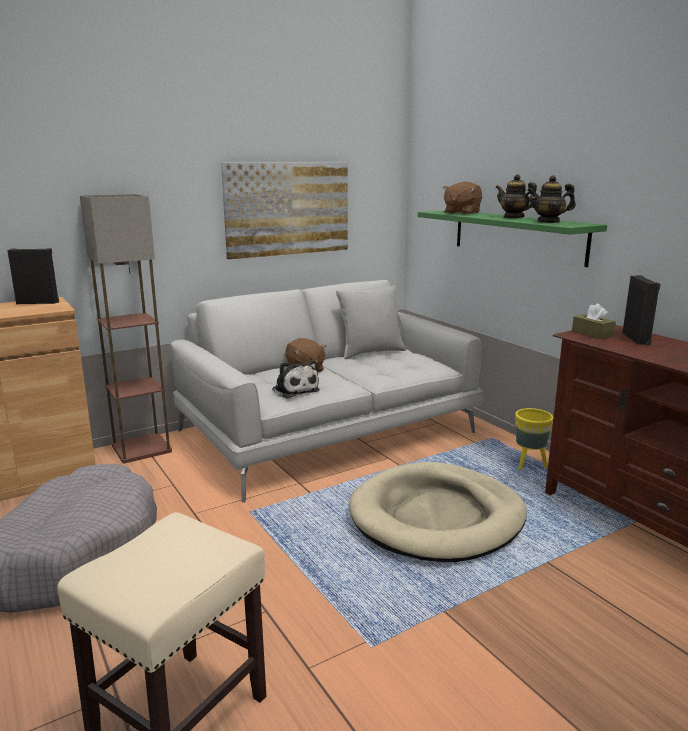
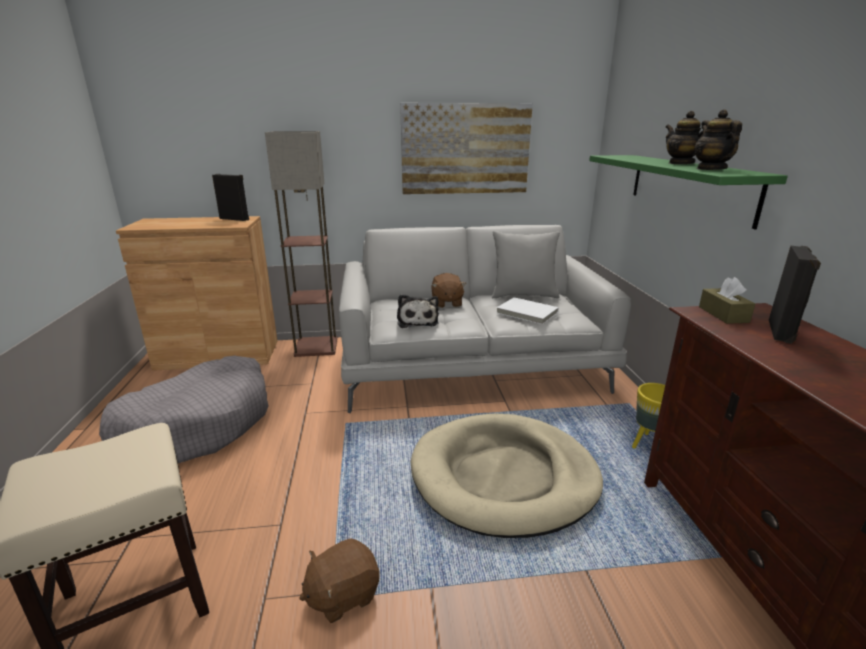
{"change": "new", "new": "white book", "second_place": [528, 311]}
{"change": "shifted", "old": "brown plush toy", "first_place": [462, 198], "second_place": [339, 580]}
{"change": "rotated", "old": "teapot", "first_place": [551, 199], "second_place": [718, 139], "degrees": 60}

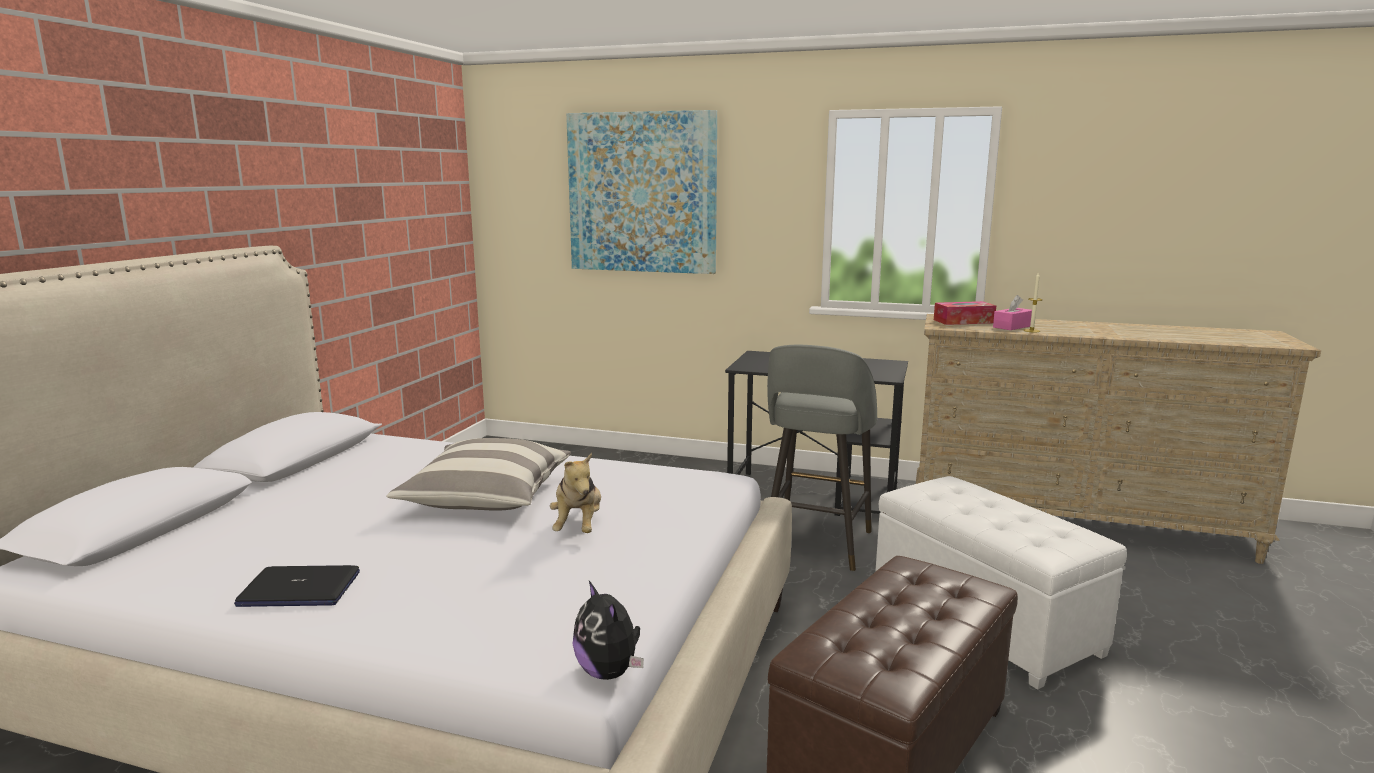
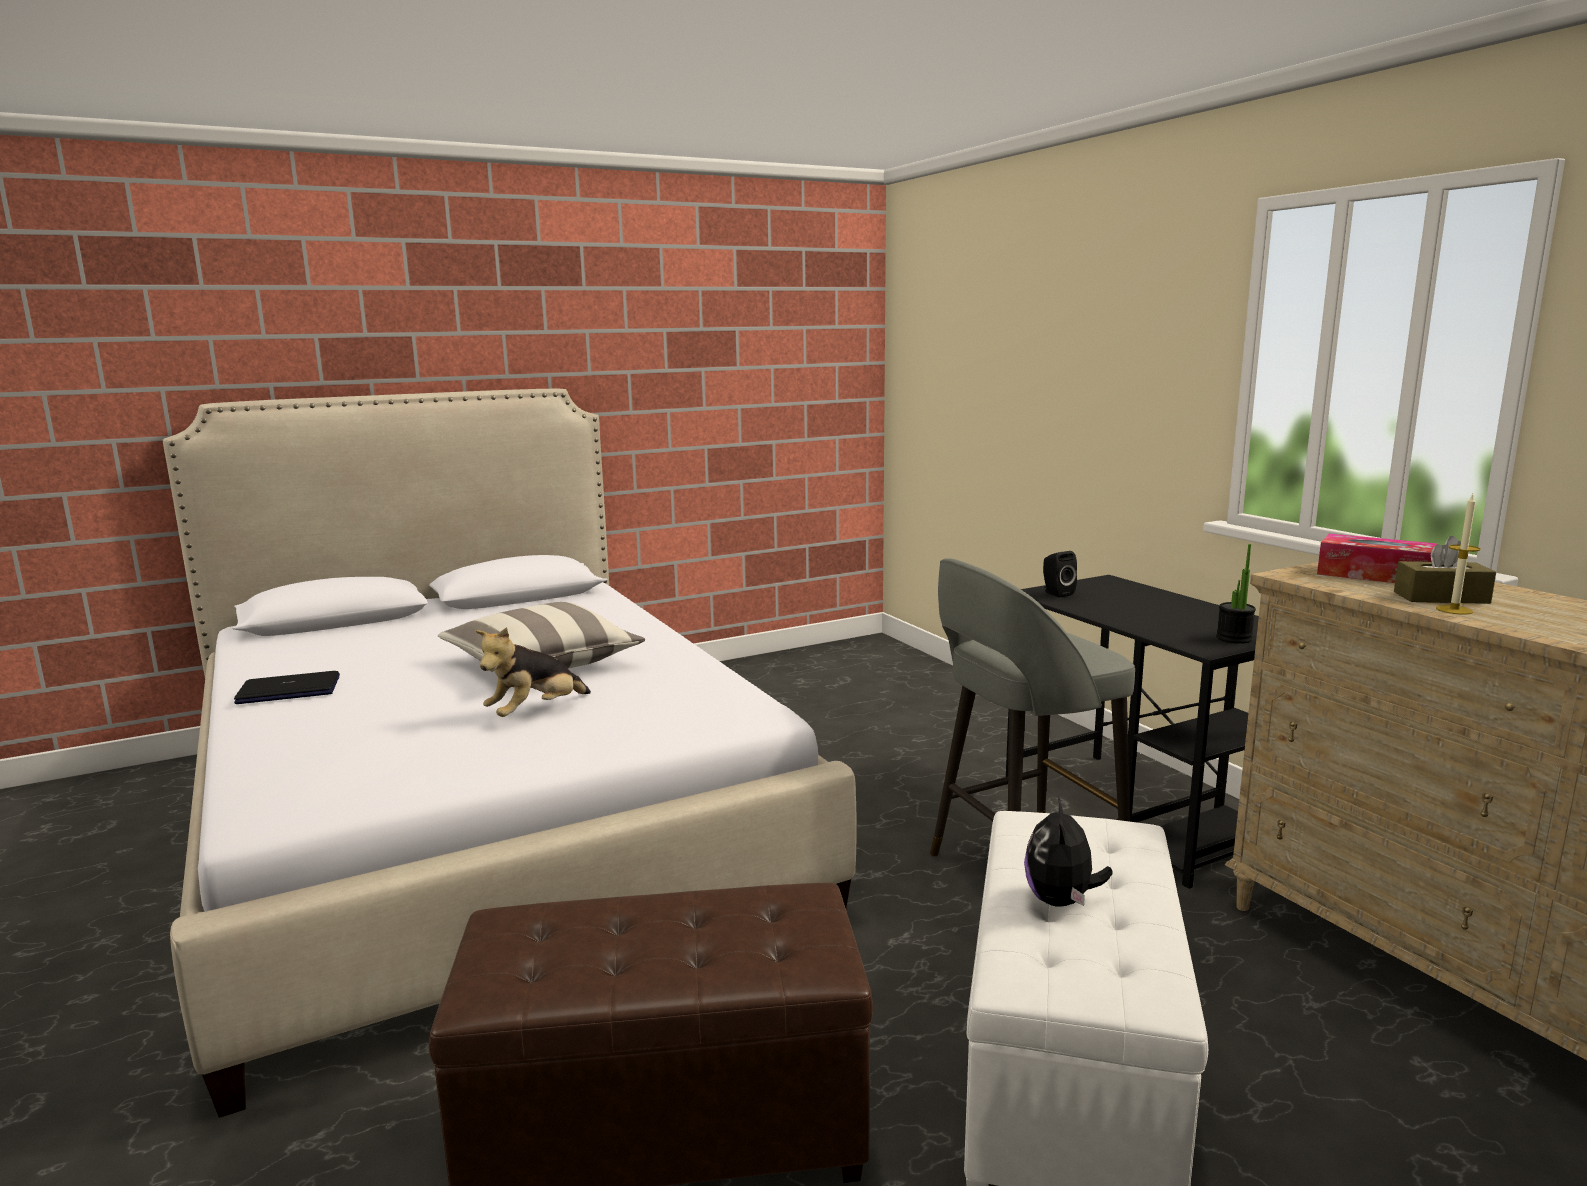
{"change": "gone", "old": "picture", "first_place": [641, 192]}
{"change": "new", "new": "black speaker", "second_place": [1060, 574]}
{"change": "new", "new": "potted plant", "second_place": [1236, 594]}
{"change": "shifted", "old": "plush toy", "first_place": [608, 630], "second_place": [1068, 852]}
{"change": "repainted", "old": "pink tissue box", "new": "brown tissue box", "first_place": [1012, 312], "second_place": [1445, 570]}
{"change": "rotated", "old": "laptop", "first_place": [297, 586], "second_place": [287, 687], "degrees": 120}

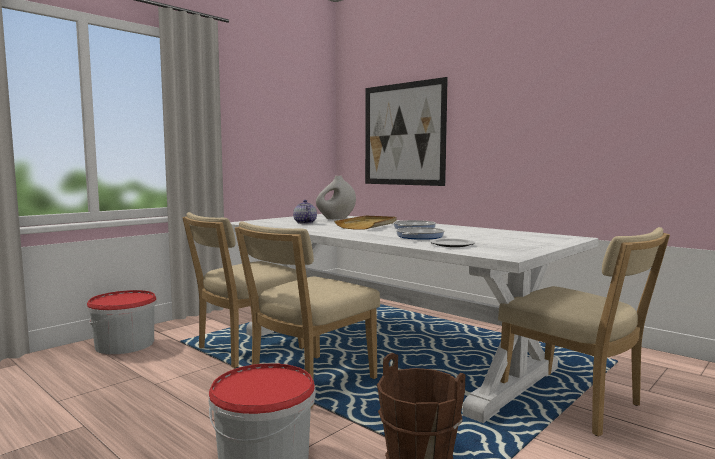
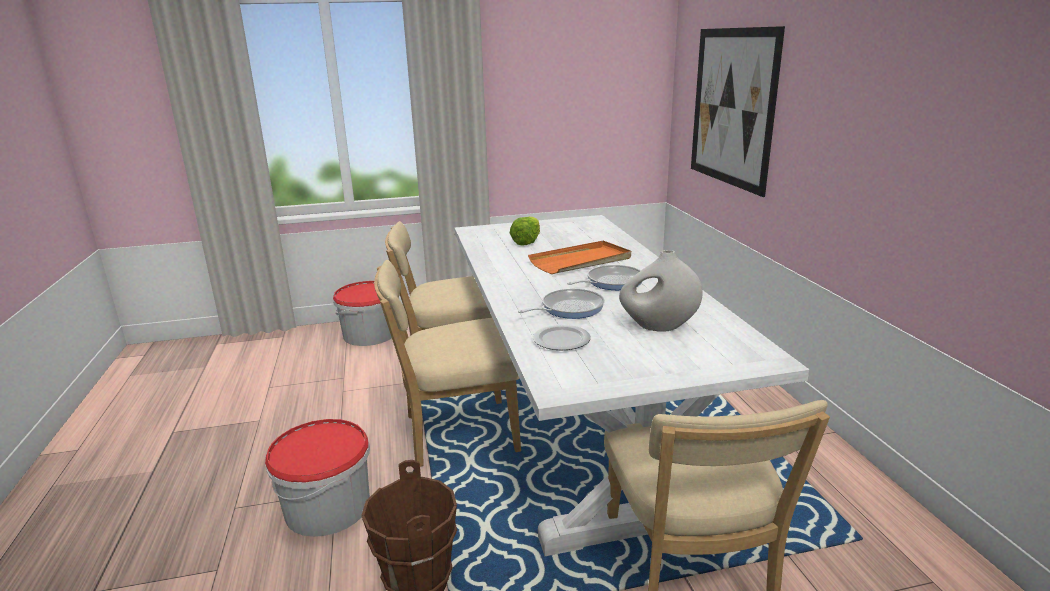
{"change": "shifted", "old": "white vase", "first_place": [336, 198], "second_place": [661, 291]}
{"change": "swapped", "old": "teapot", "new": "lettuce", "first_place": [305, 212], "second_place": [525, 231]}
{"change": "repainted", "old": "beige tray", "new": "orange tray", "first_place": [365, 222], "second_place": [579, 257]}

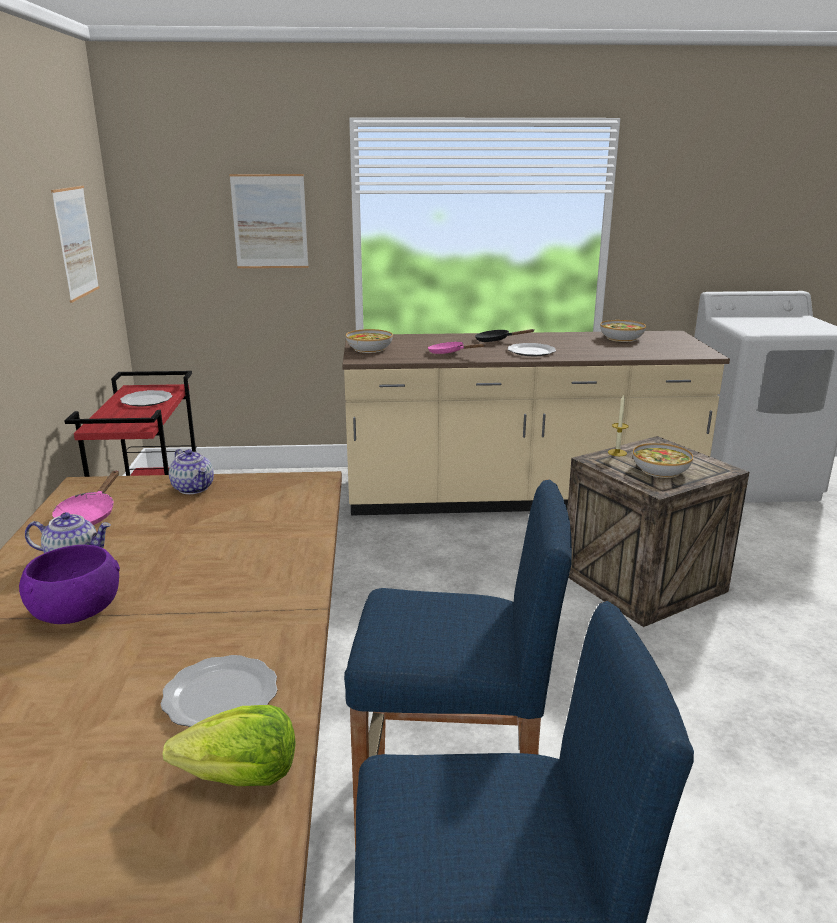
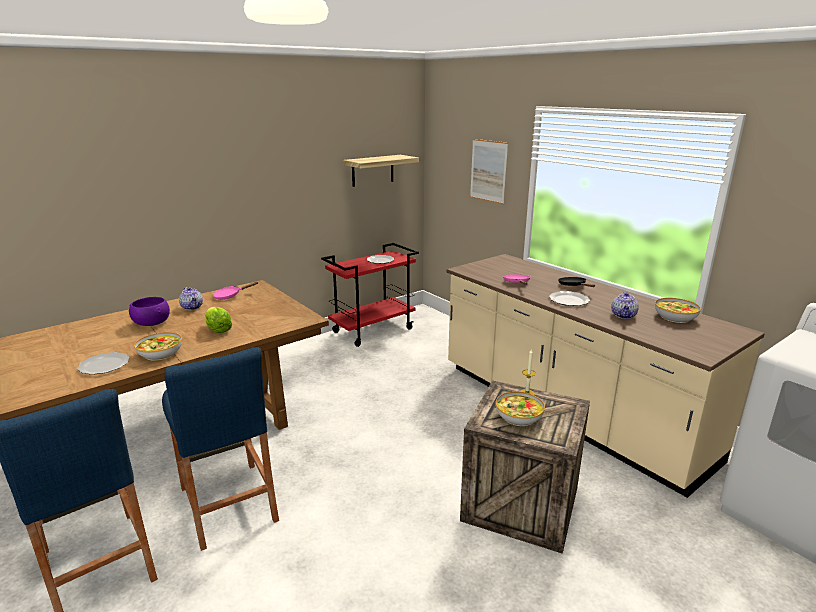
{"change": "shifted", "old": "lettuce", "first_place": [229, 745], "second_place": [218, 320]}
{"change": "shifted", "old": "teapot", "first_place": [191, 471], "second_place": [625, 305]}
{"change": "shifted", "old": "bowl", "first_place": [369, 341], "second_place": [158, 346]}
{"change": "swapped", "old": "picture", "new": "shelf", "first_place": [75, 244], "second_place": [381, 171]}

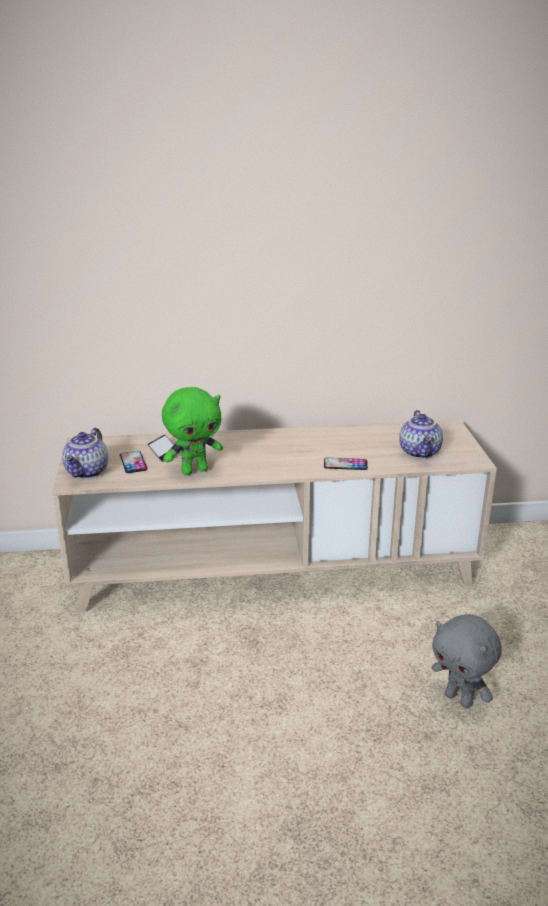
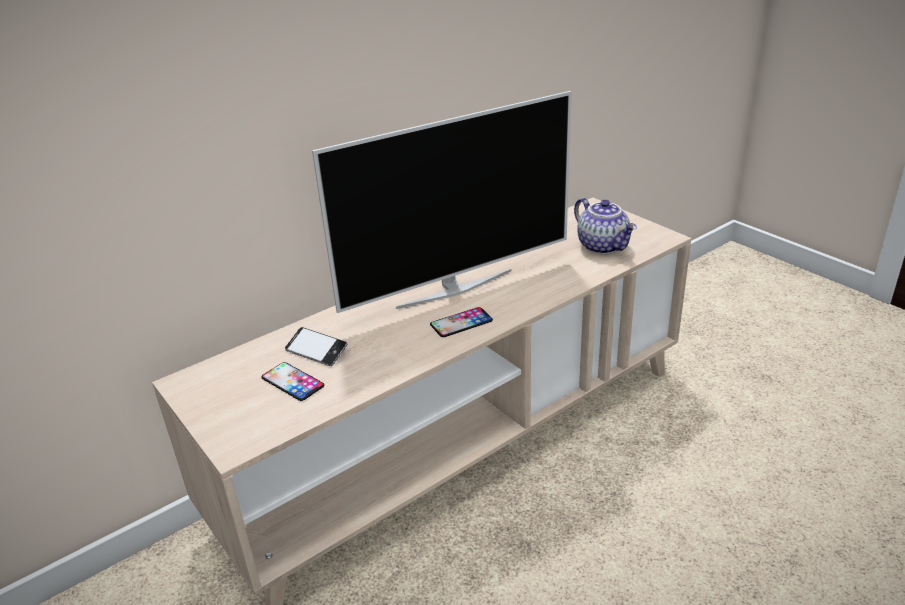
{"change": "gone", "old": "teapot", "first_place": [85, 453]}
{"change": "gone", "old": "green plush toy", "first_place": [192, 431]}
{"change": "gone", "old": "grey plush toy", "first_place": [467, 661]}
{"change": "new", "new": "television", "second_place": [442, 202]}
{"change": "shifted", "old": "phone", "first_place": [346, 464], "second_place": [461, 322]}

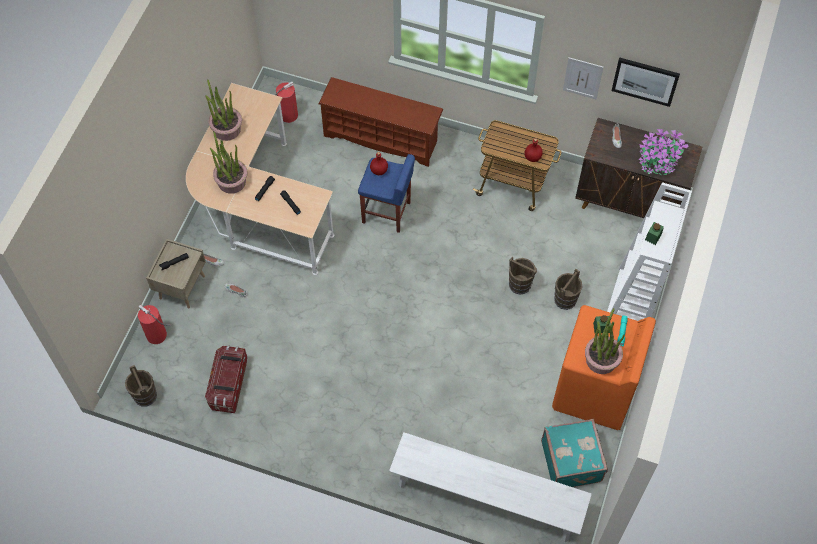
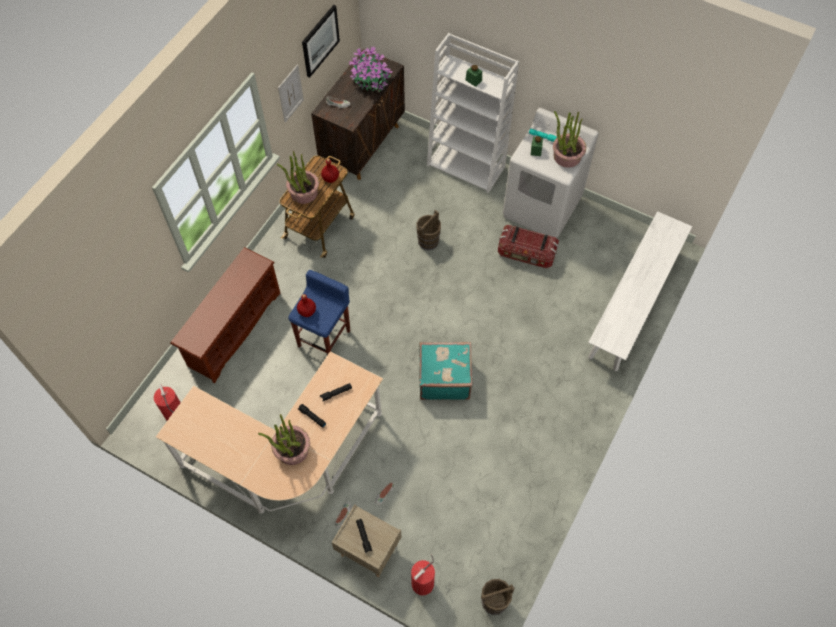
{"change": "gone", "old": "brown bucket", "first_place": [568, 289]}
{"change": "shifted", "old": "potted plant", "first_place": [223, 110], "second_place": [298, 177]}
{"change": "shifted", "old": "storage box", "first_place": [226, 379], "second_place": [528, 246]}
{"change": "shifted", "old": "turquoise suitcase", "first_place": [574, 453], "second_place": [446, 371]}
{"change": "repainted", "old": "orange washing machine", "new": "white washing machine", "first_place": [604, 367], "second_place": [551, 173]}

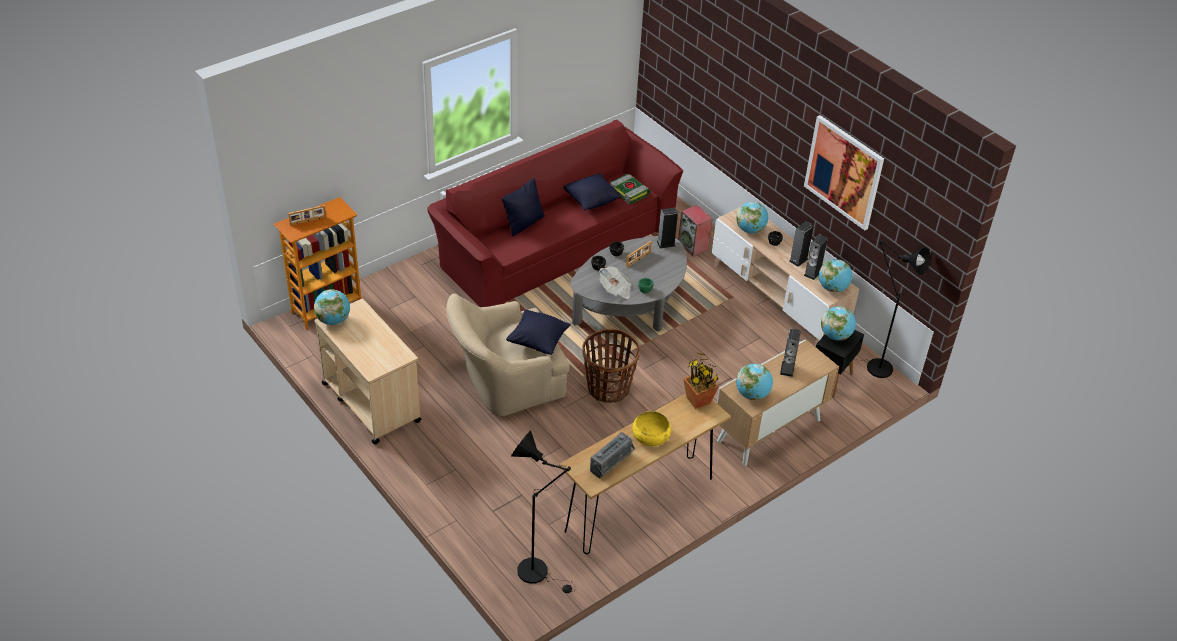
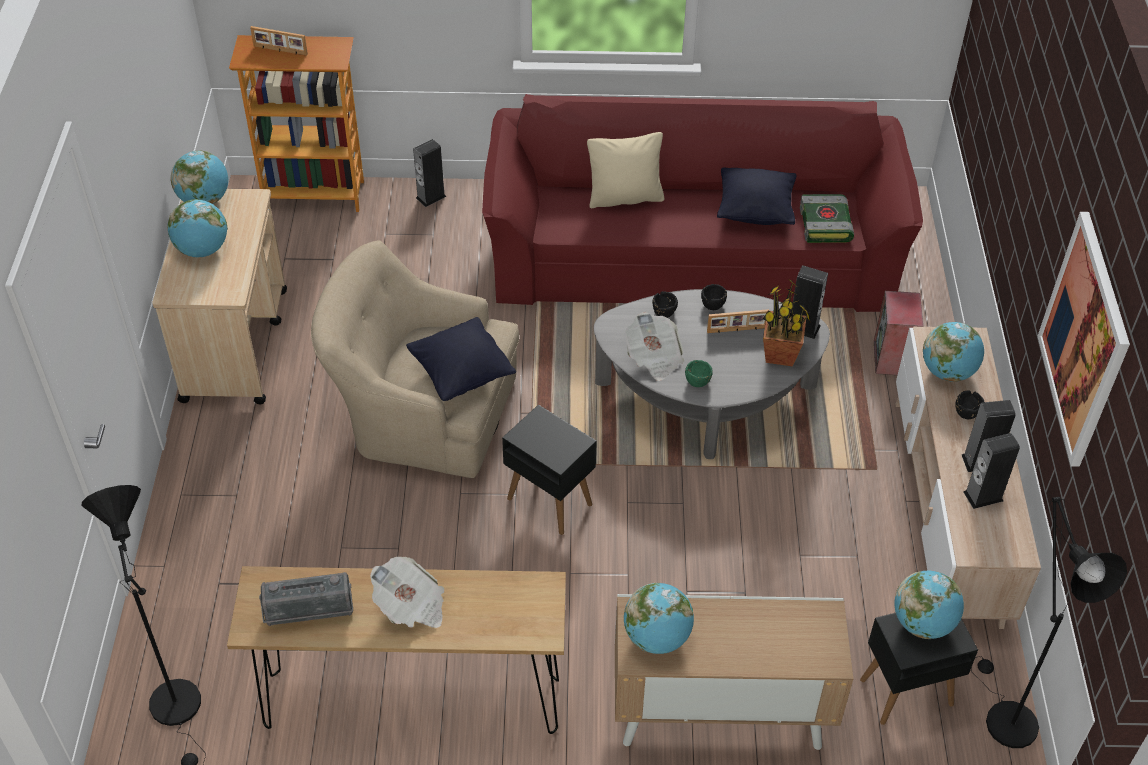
{"change": "shifted", "old": "potted plant", "first_place": [700, 381], "second_place": [786, 323]}
{"change": "shifted", "old": "speaker", "first_place": [790, 353], "second_place": [430, 173]}
{"change": "shifted", "old": "globe", "first_place": [835, 275], "second_place": [198, 228]}
{"change": "swapped", "old": "basket", "new": "black side table", "first_place": [611, 365], "second_place": [549, 469]}
{"change": "swapped", "old": "yellow bowl", "new": "newspaper", "first_place": [651, 428], "second_place": [407, 592]}
{"change": "repainted", "old": "black pillow", "new": "beige pillow", "first_place": [523, 207], "second_place": [625, 170]}

